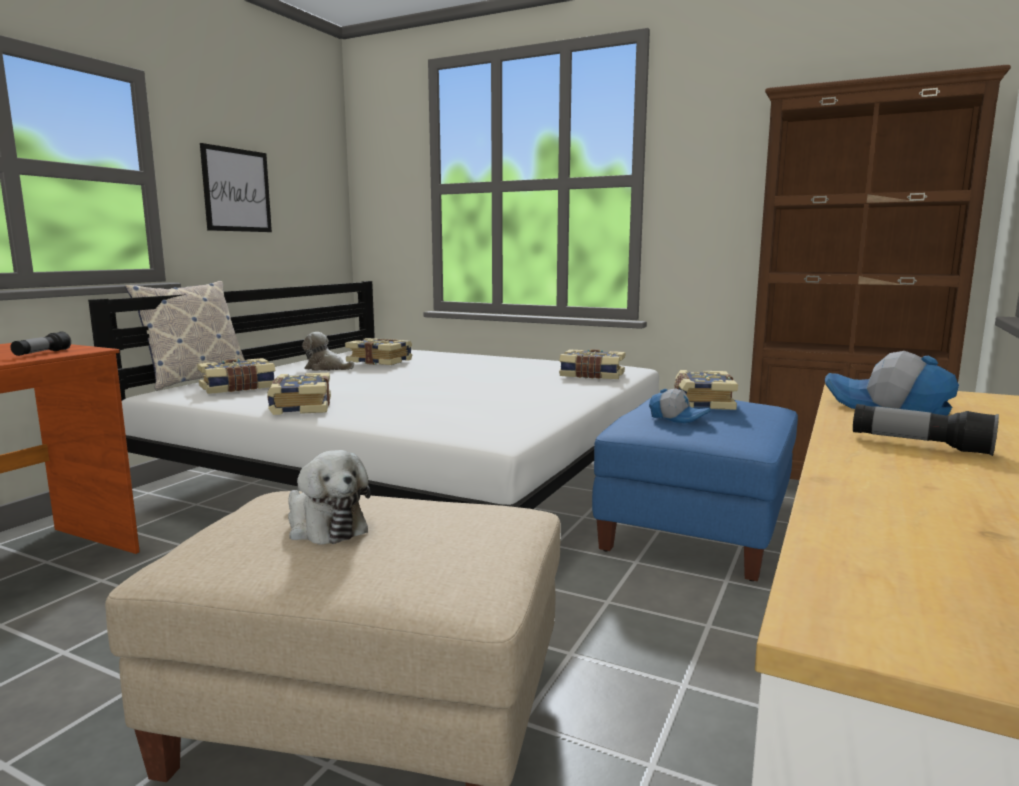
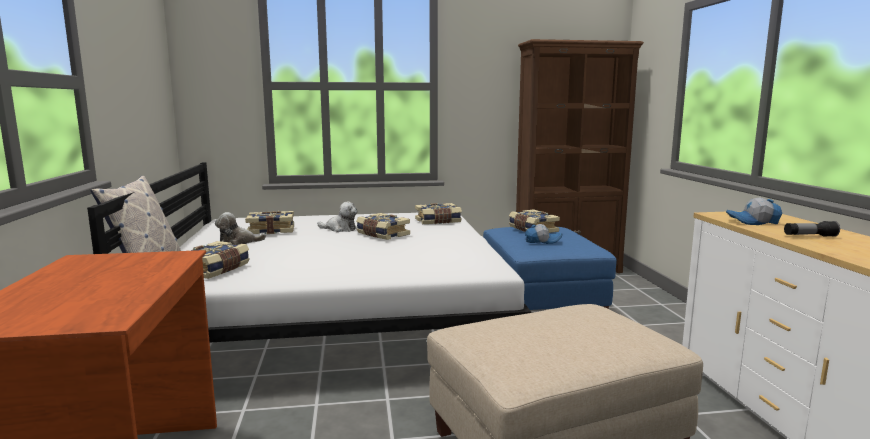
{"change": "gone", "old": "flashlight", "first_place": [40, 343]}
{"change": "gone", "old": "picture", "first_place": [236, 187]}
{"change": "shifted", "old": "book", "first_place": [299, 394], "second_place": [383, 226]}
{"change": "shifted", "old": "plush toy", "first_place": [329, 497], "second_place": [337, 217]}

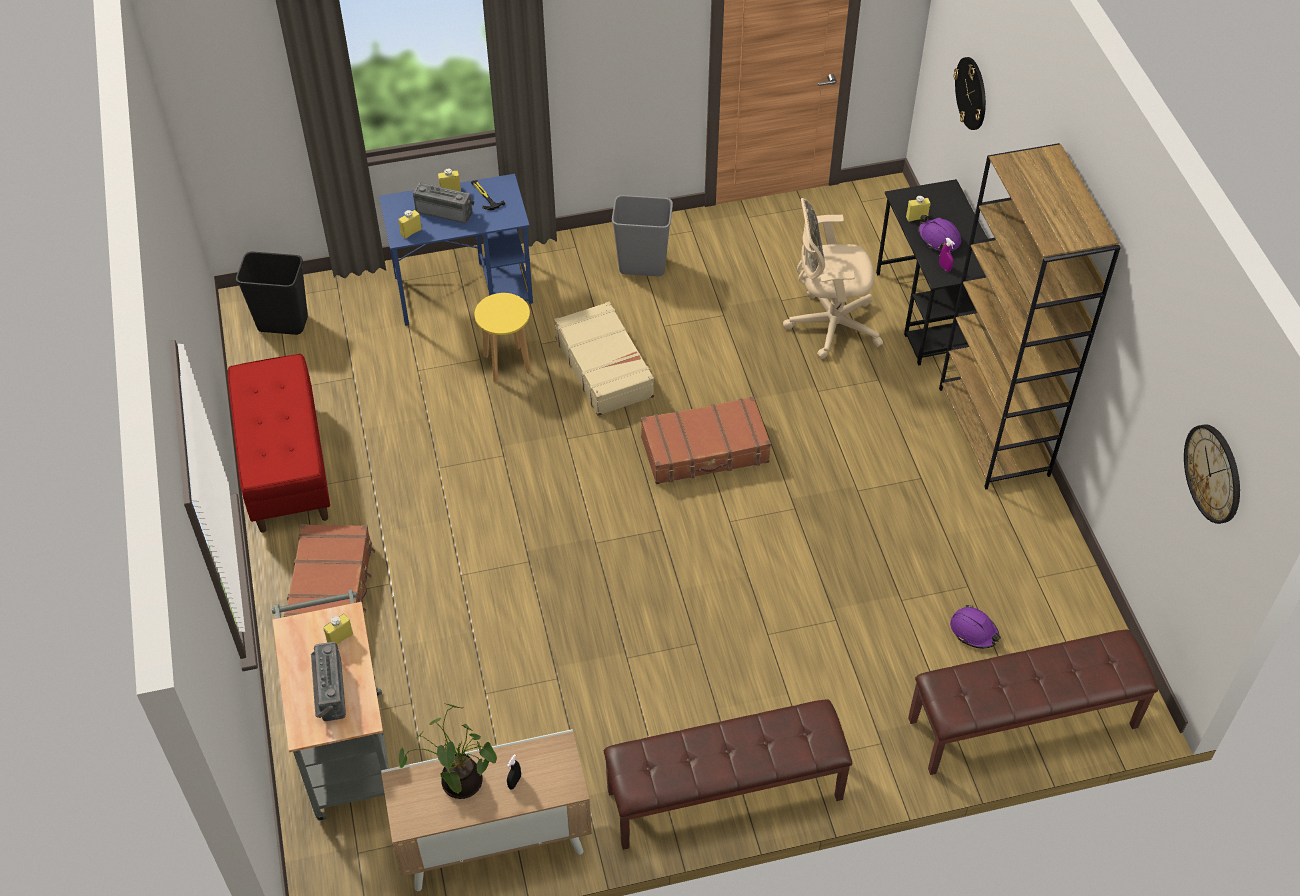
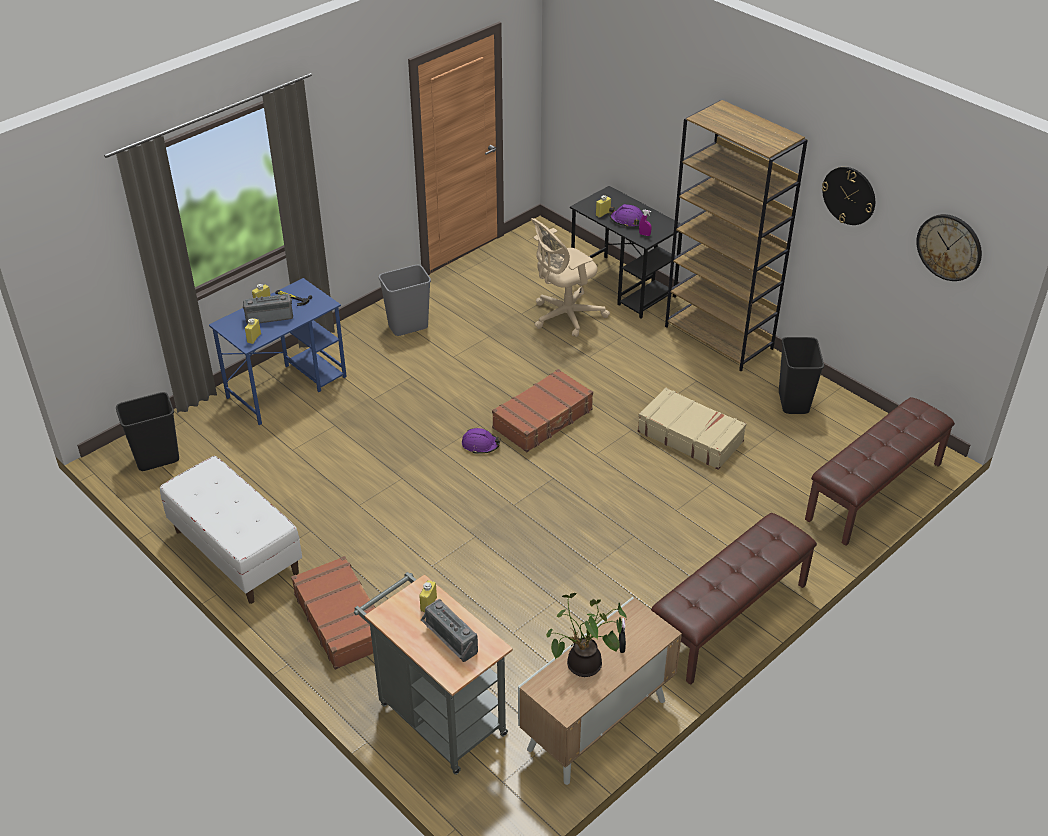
{"change": "gone", "old": "yellow stool", "first_place": [503, 338]}
{"change": "new", "new": "black trash can", "second_place": [801, 375]}
{"change": "shifted", "old": "beige suitcase", "first_place": [604, 359], "second_place": [692, 428]}
{"change": "shifted", "old": "purple hard hat", "first_place": [975, 627], "second_place": [481, 441]}
{"change": "shifted", "old": "wall clock", "first_place": [969, 93], "second_place": [848, 196]}
{"change": "repainted", "old": "red bench", "new": "white bench", "first_place": [279, 443], "second_place": [231, 530]}

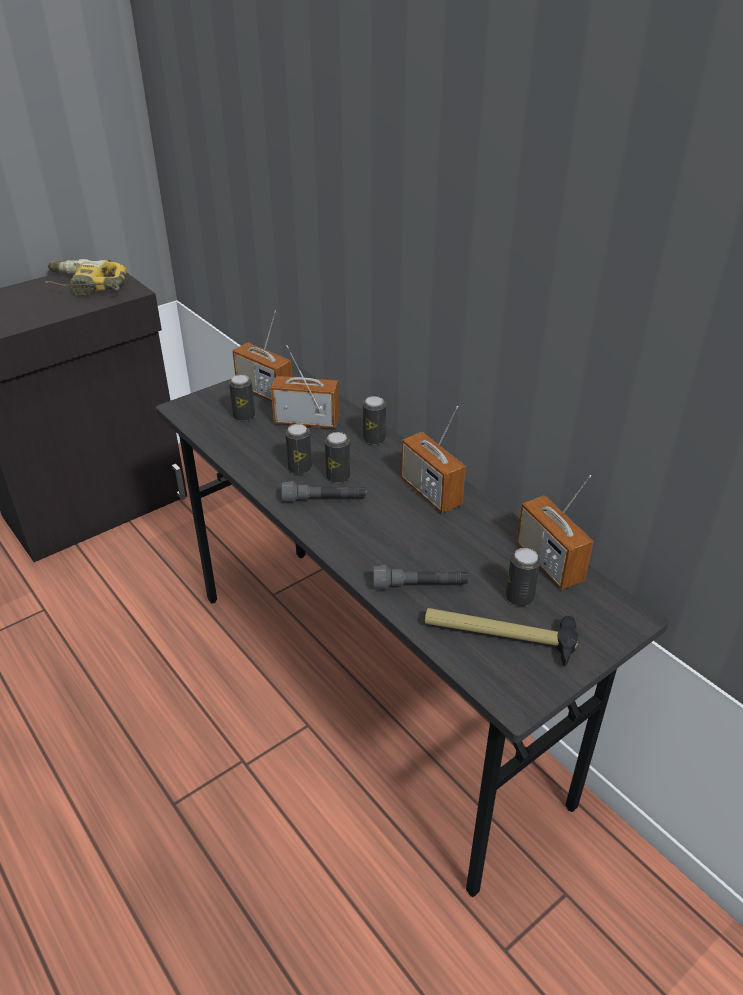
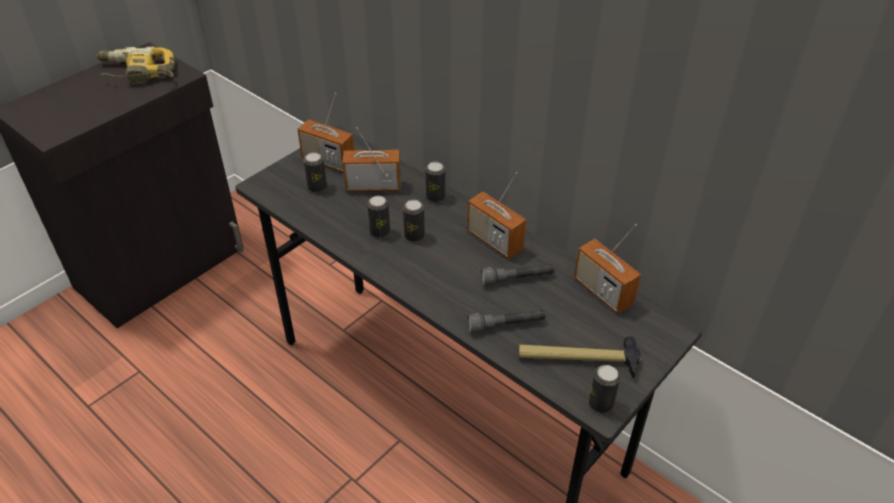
{"change": "shifted", "old": "grey flashlight", "first_place": [323, 491], "second_place": [518, 275]}
{"change": "shifted", "old": "can", "first_place": [523, 577], "second_place": [605, 389]}

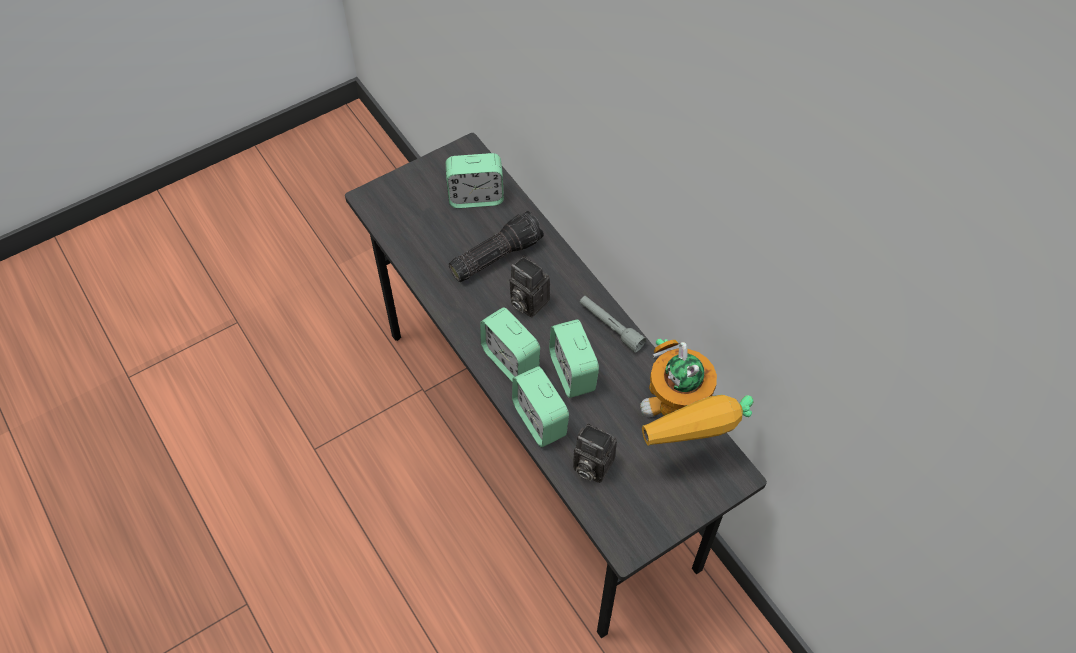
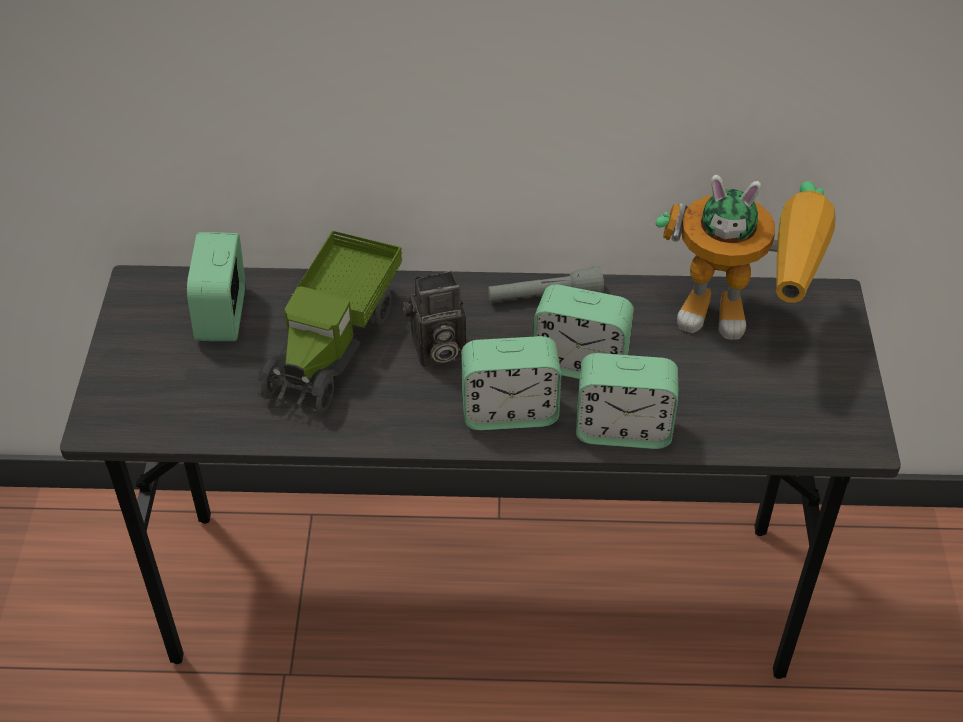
{"change": "gone", "old": "photo camera", "first_place": [595, 453]}
{"change": "swapped", "old": "flashlight", "new": "toy truck", "first_place": [496, 246], "second_place": [330, 322]}
{"change": "rotated", "old": "alarm clock", "first_place": [475, 180], "second_place": [216, 286], "degrees": 150}

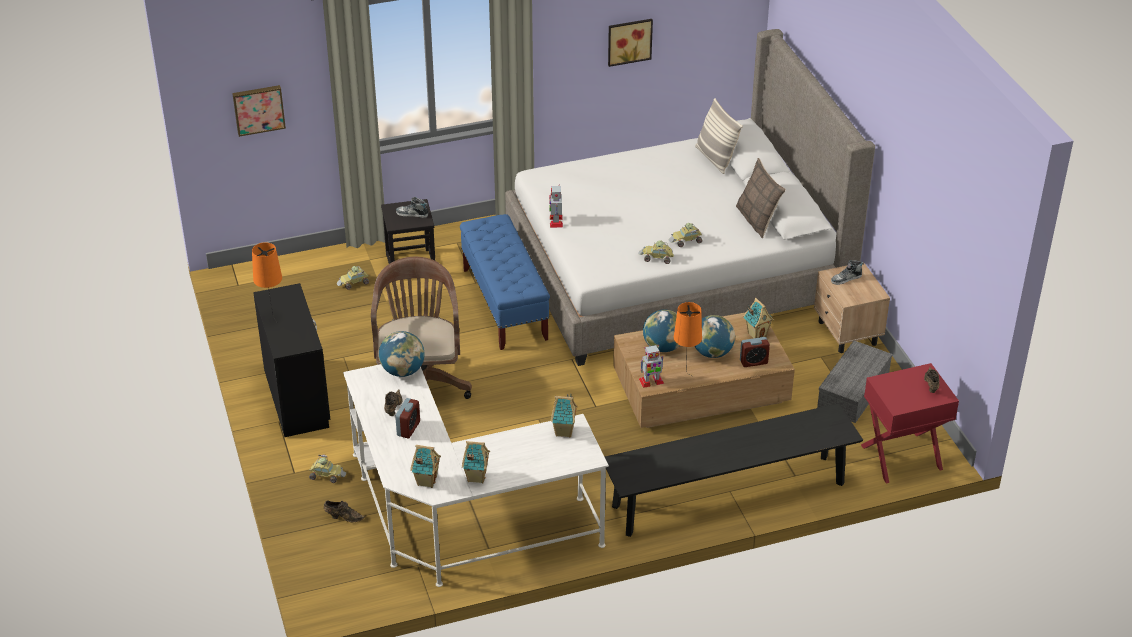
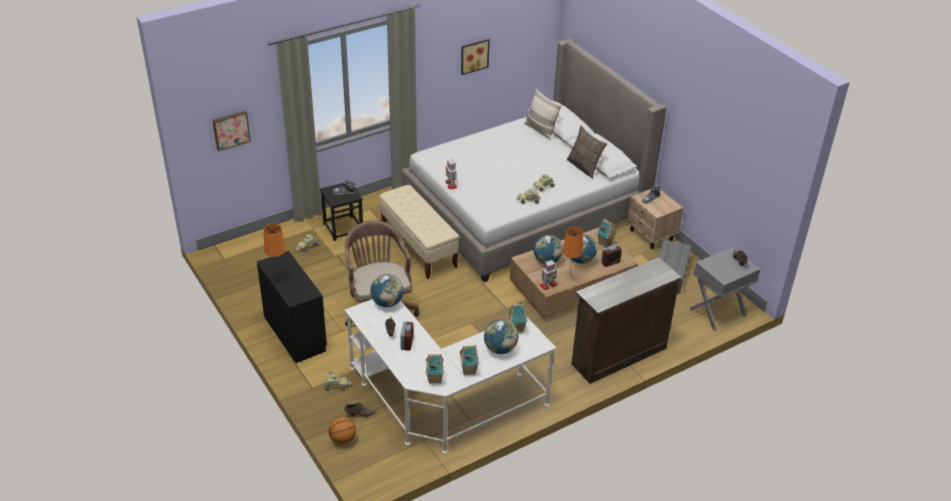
{"change": "new", "new": "basketball", "second_place": [342, 431]}
{"change": "new", "new": "globe", "second_place": [501, 336]}
{"change": "swapped", "old": "black bench", "new": "brown dresser", "first_place": [734, 470], "second_place": [627, 320]}
{"change": "repainted", "old": "blue bench", "new": "beige bench", "first_place": [505, 282], "second_place": [419, 232]}
{"change": "repainted", "old": "red nightstand", "new": "grey nightstand", "first_place": [910, 423], "second_place": [725, 289]}

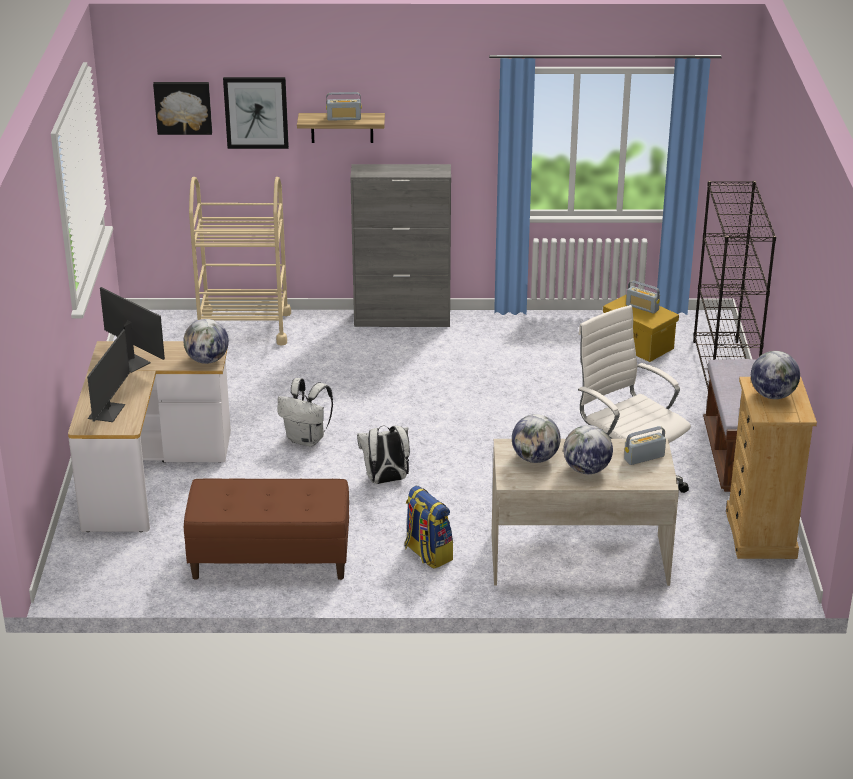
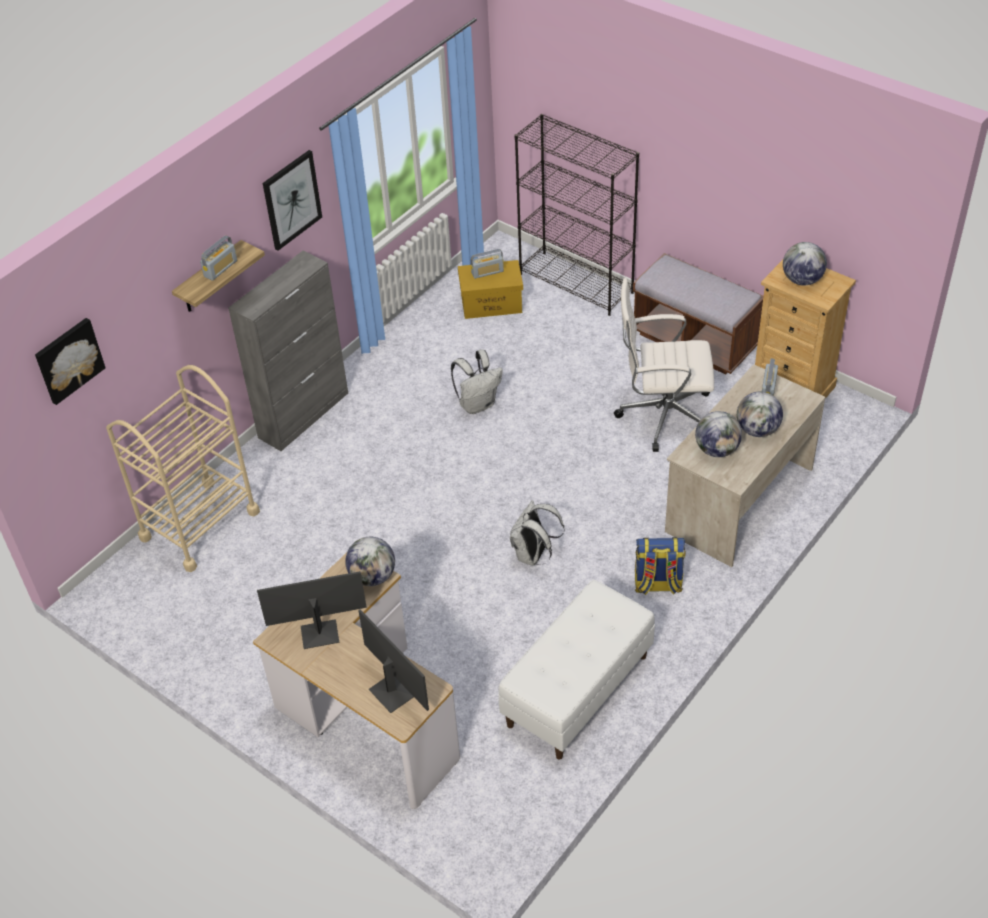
{"change": "shifted", "old": "picture", "first_place": [256, 113], "second_place": [292, 200]}
{"change": "shifted", "old": "white backpack", "first_place": [305, 412], "second_place": [477, 381]}
{"change": "repainted", "old": "brown bench", "new": "white bench", "first_place": [266, 529], "second_place": [576, 670]}

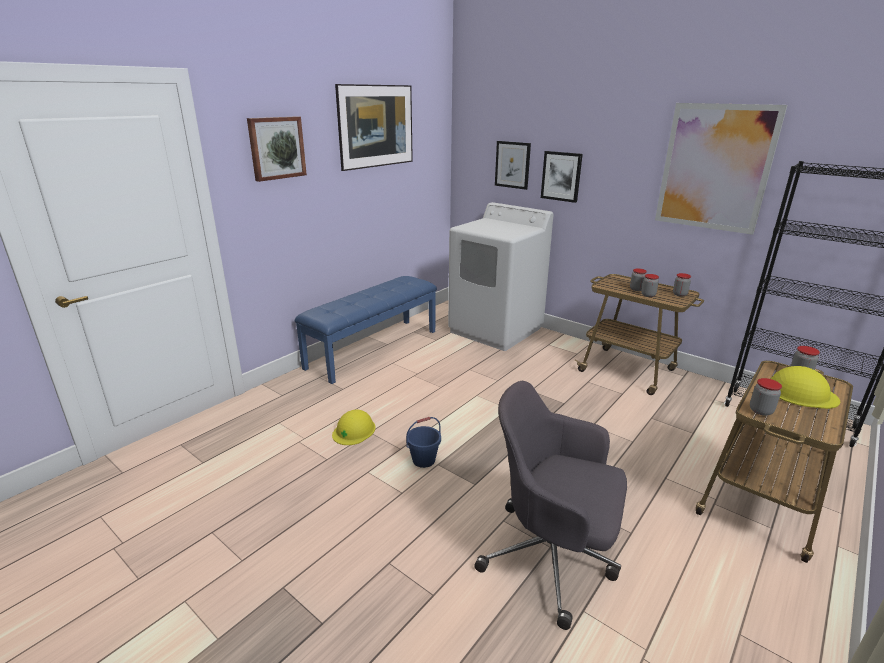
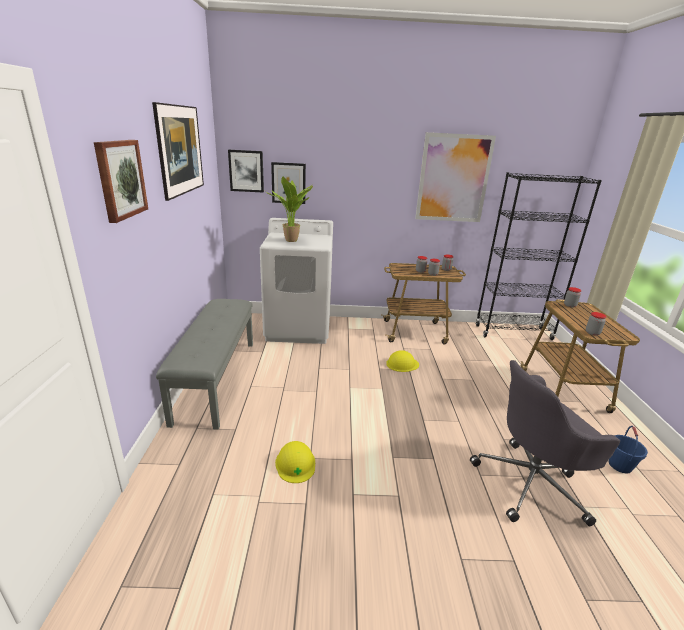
{"change": "new", "new": "potted plant", "second_place": [288, 209]}
{"change": "shifted", "old": "blue bucket", "first_place": [423, 442], "second_place": [628, 449]}
{"change": "shifted", "old": "picture", "first_place": [562, 177], "second_place": [246, 171]}
{"change": "shifted", "old": "yellow hard hat", "first_place": [805, 387], "second_place": [402, 361]}
{"change": "repainted", "old": "blue bench", "new": "grey bench", "first_place": [366, 330], "second_place": [204, 364]}

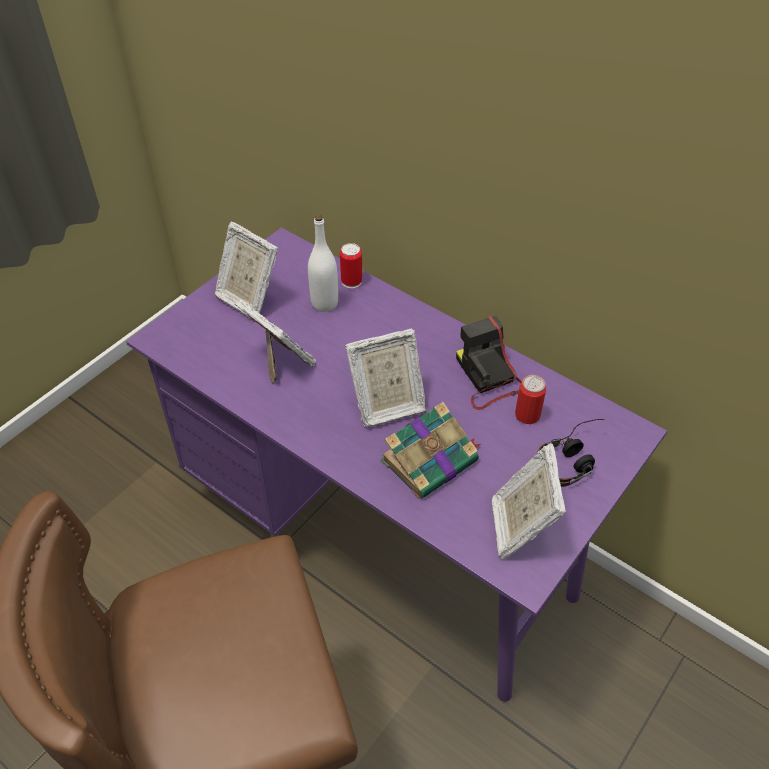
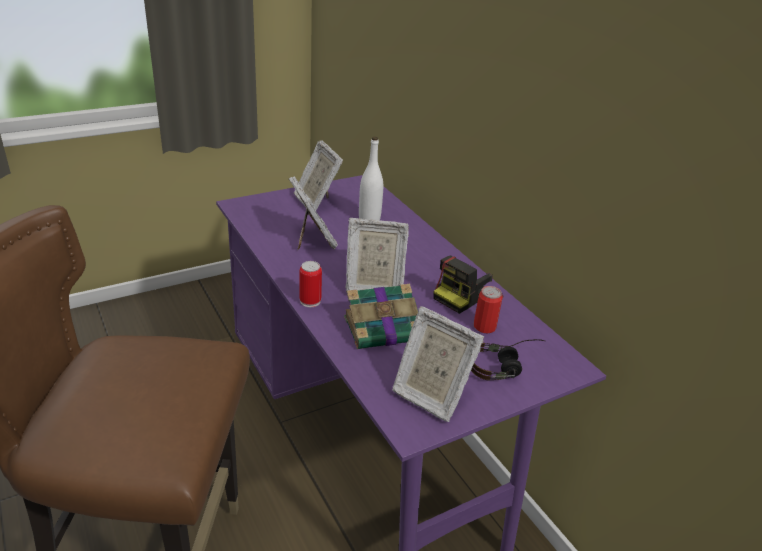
{"change": "shifted", "old": "can", "first_place": [351, 266], "second_place": [310, 284]}
{"change": "rotated", "old": "photo camera", "first_place": [489, 363], "second_place": [468, 285], "degrees": -135}
{"change": "rotated", "old": "picture frame", "first_place": [529, 501], "second_place": [438, 364], "degrees": -75}

